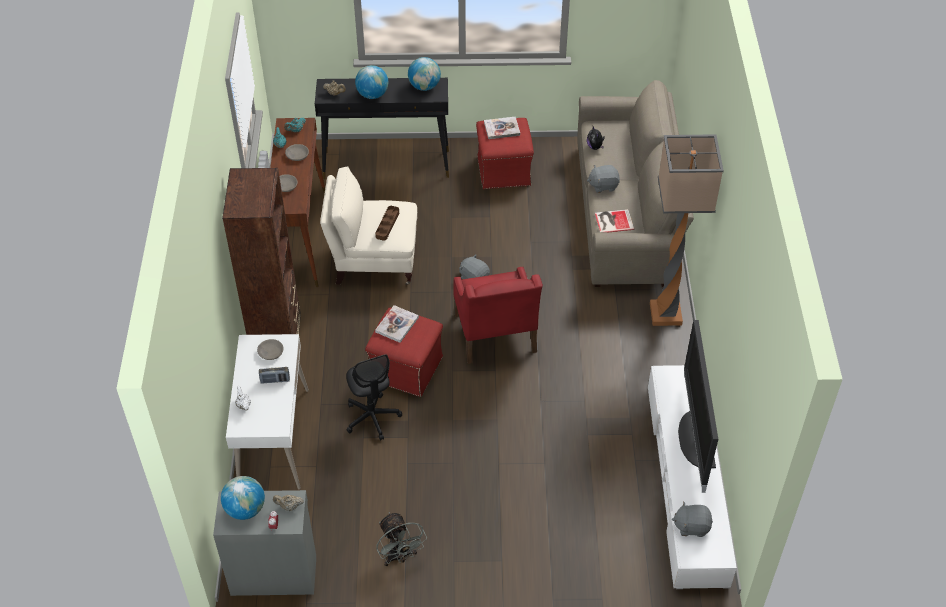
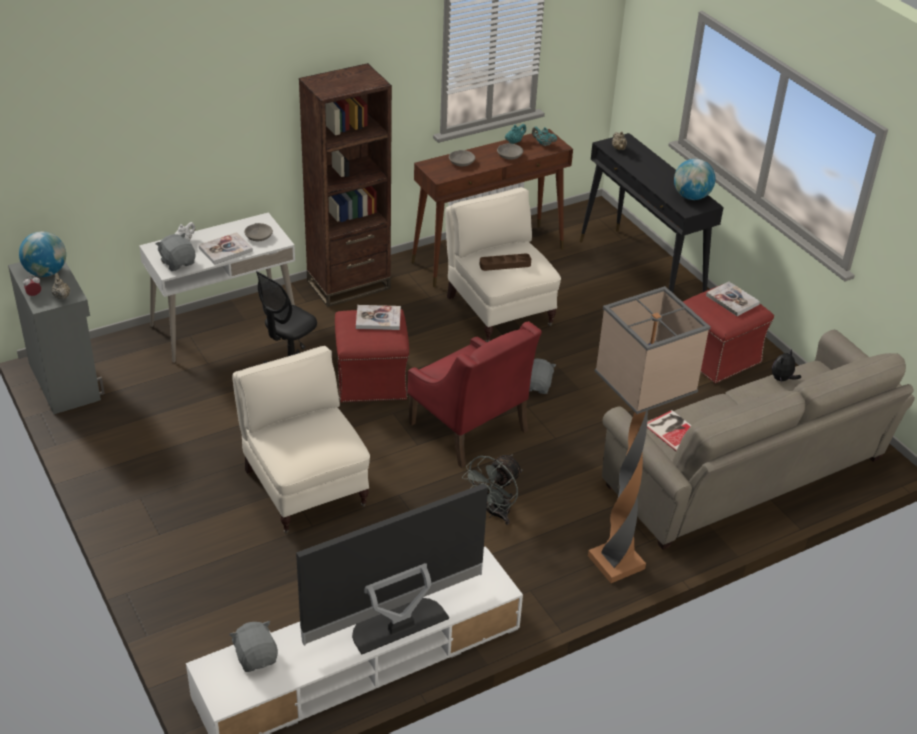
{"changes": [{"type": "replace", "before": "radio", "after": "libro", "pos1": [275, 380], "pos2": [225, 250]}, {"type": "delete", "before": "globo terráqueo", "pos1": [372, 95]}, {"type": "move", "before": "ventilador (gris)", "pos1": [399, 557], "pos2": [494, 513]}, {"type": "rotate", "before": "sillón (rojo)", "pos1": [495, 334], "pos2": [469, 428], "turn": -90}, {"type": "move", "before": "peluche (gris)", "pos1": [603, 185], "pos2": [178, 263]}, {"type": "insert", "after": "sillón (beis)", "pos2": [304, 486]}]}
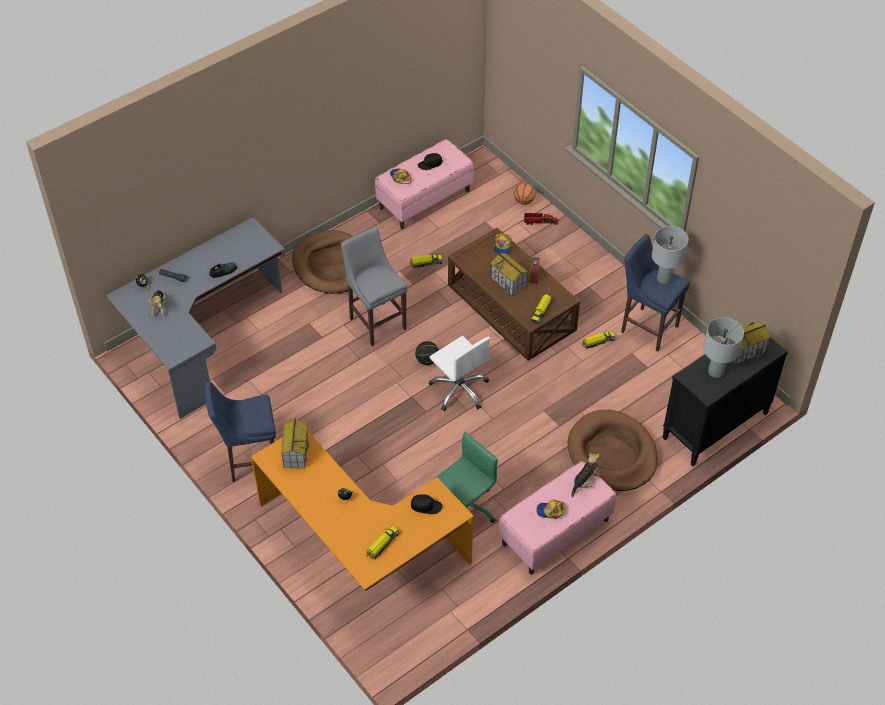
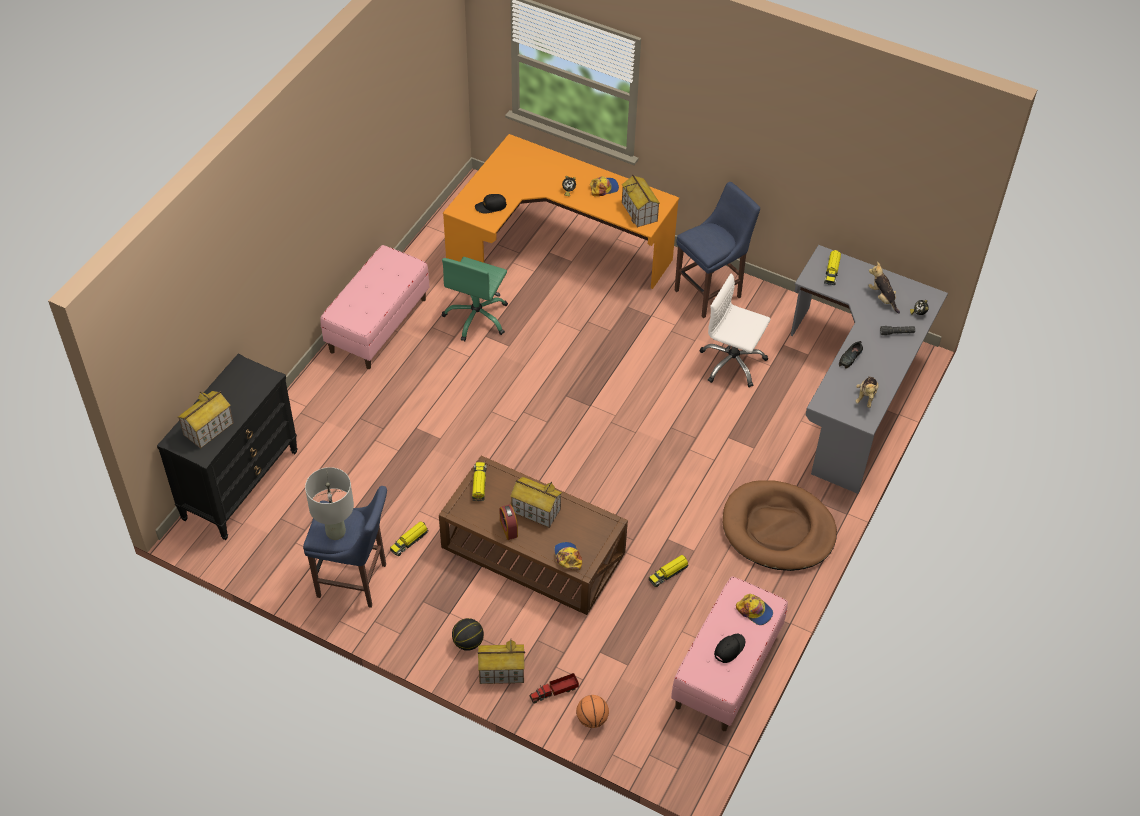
{"changes": [{"type": "delete", "before": "taburete (gris)", "pos1": [376, 321]}, {"type": "move", "before": "camión de juguete", "pos1": [382, 544], "pos2": [832, 271]}, {"type": "move", "before": "balón de baloncesto", "pos1": [427, 360], "pos2": [468, 642]}, {"type": "move", "before": "silla de oficina (blanco)", "pos1": [459, 389], "pos2": [732, 363]}, {"type": "move", "before": "gorra", "pos1": [551, 511], "pos2": [604, 188]}, {"type": "delete", "before": "cama para perro (marrón)", "pos1": [612, 453]}, {"type": "move", "before": "peluche", "pos1": [584, 482], "pos2": [866, 396]}, {"type": "delete", "before": "lámpara de mesa (gris)", "pos1": [715, 372]}, {"type": "insert", "after": "casita", "pos2": [501, 672]}]}
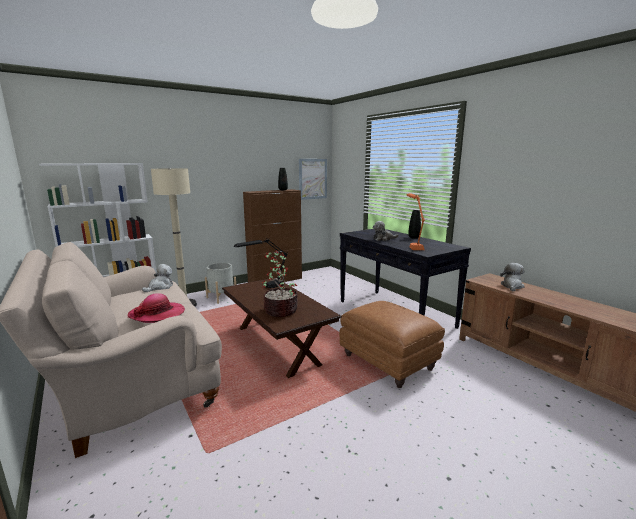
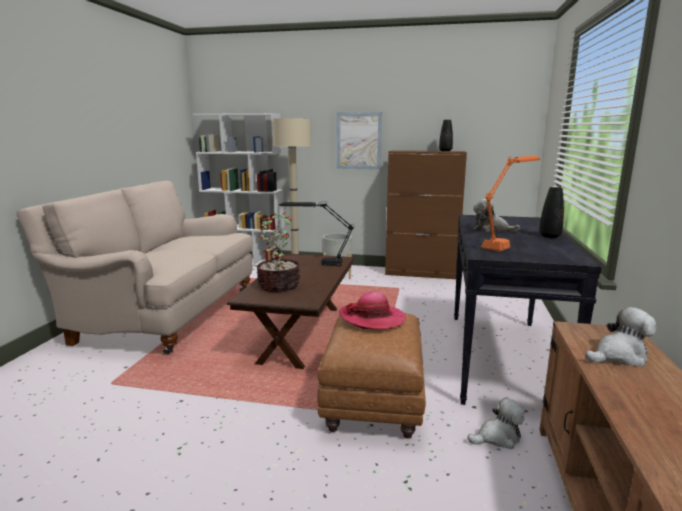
{"changes": [{"type": "move", "before": "sombrero", "pos1": [157, 314], "pos2": [372, 318]}, {"type": "move", "before": "peluche", "pos1": [160, 287], "pos2": [497, 437]}, {"type": "move", "before": "cuadro", "pos1": [312, 179], "pos2": [359, 141]}]}
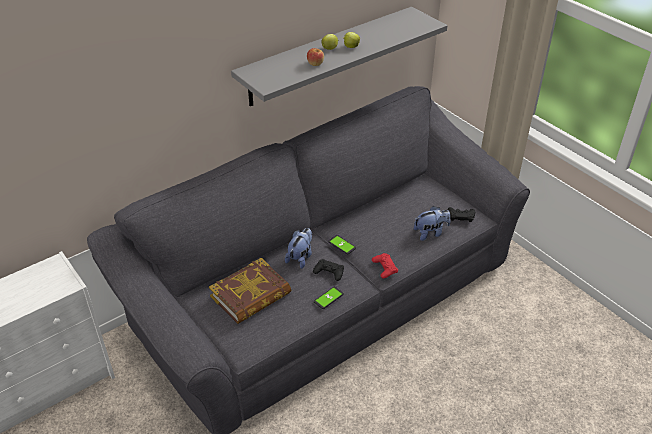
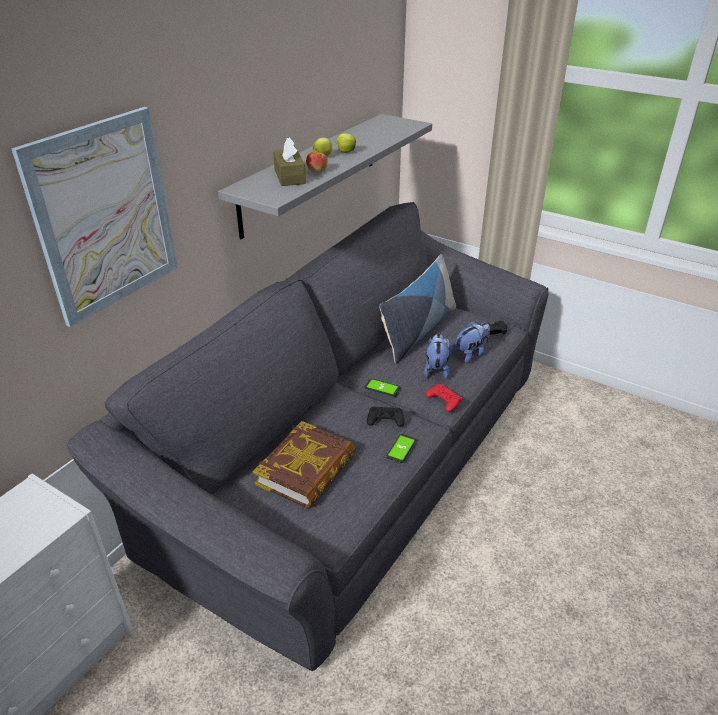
{"changes": [{"type": "move", "before": "peluche", "pos1": [300, 257], "pos2": [436, 369]}, {"type": "insert", "after": "cuadro", "pos2": [104, 216]}, {"type": "insert", "after": "caja de pañuelos (marrón)", "pos2": [289, 176]}, {"type": "insert", "after": "cojín", "pos2": [418, 331]}]}
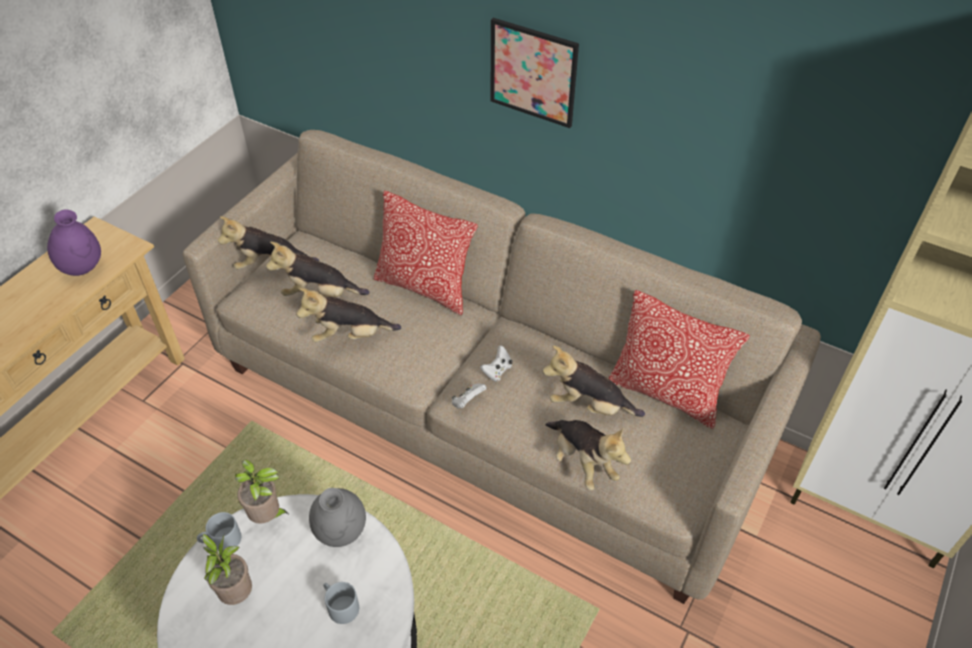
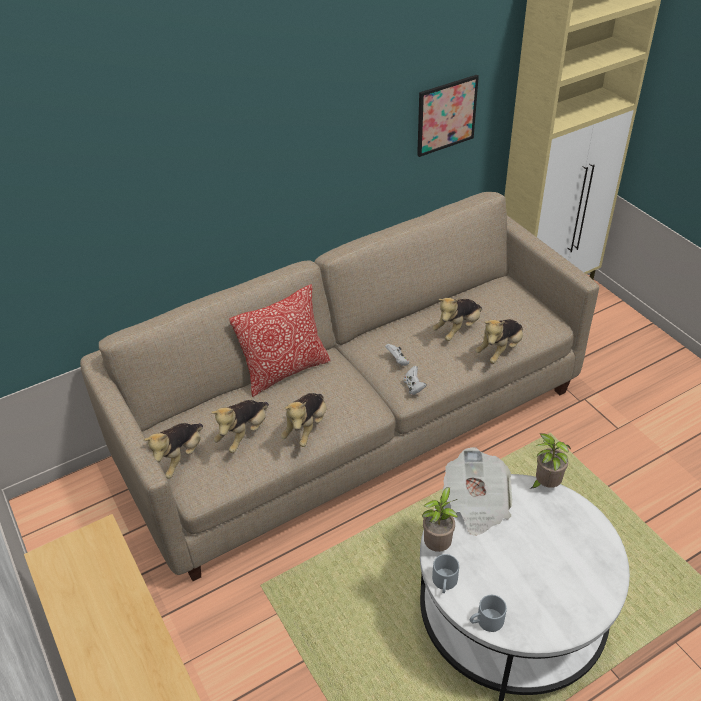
{"changes": [{"type": "delete", "before": "florero (morado)", "pos1": [83, 268]}, {"type": "move", "before": "planta en maceta", "pos1": [236, 593], "pos2": [545, 484]}, {"type": "replace", "before": "florero (gris)", "after": "periódico", "pos1": [340, 532], "pos2": [476, 504]}, {"type": "move", "before": "taza grande (gris)", "pos1": [339, 606], "pos2": [486, 621]}, {"type": "move", "before": "cuadro", "pos1": [533, 72], "pos2": [446, 115]}, {"type": "rotate", "before": "peluche", "pos1": [582, 462], "pos2": [500, 350], "turn": 135}, {"type": "delete", "before": "cojín", "pos1": [665, 393]}]}
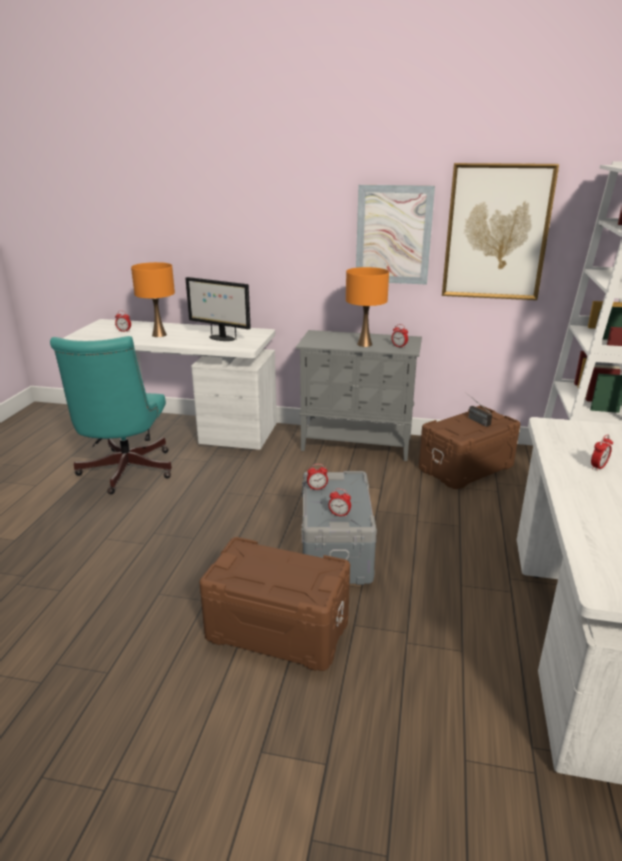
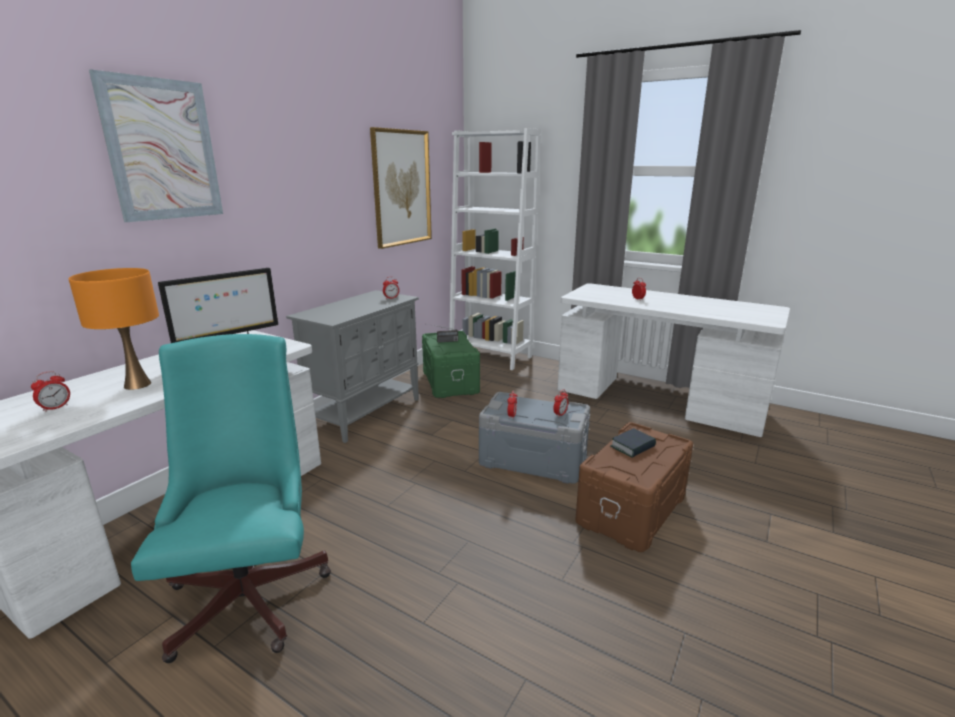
{"changes": [{"type": "rotate", "before": "silla de oficina (turquesa)", "pos1": [124, 473], "pos2": [251, 590], "turn": -120}, {"type": "delete", "before": "lámpara de mesa (naranja)", "pos1": [364, 344]}, {"type": "move", "before": "cuadro", "pos1": [393, 235], "pos2": [162, 150]}, {"type": "recolor", "before": "caja de almacenaje (marrón)", "after": "caja de almacenaje (verde)", "pos1": [466, 468], "pos2": [451, 382]}, {"type": "insert", "after": "libro", "pos2": [632, 447]}]}
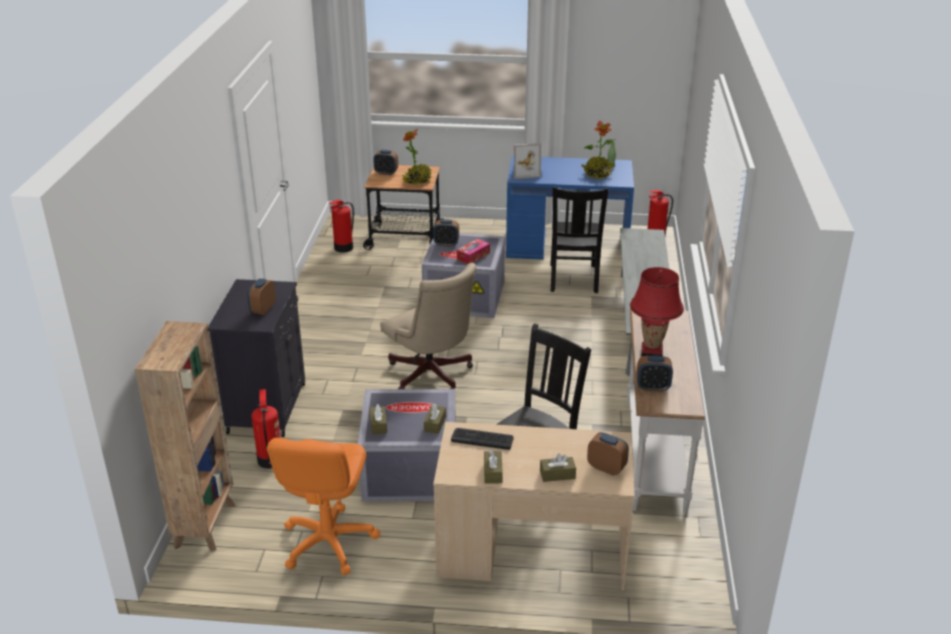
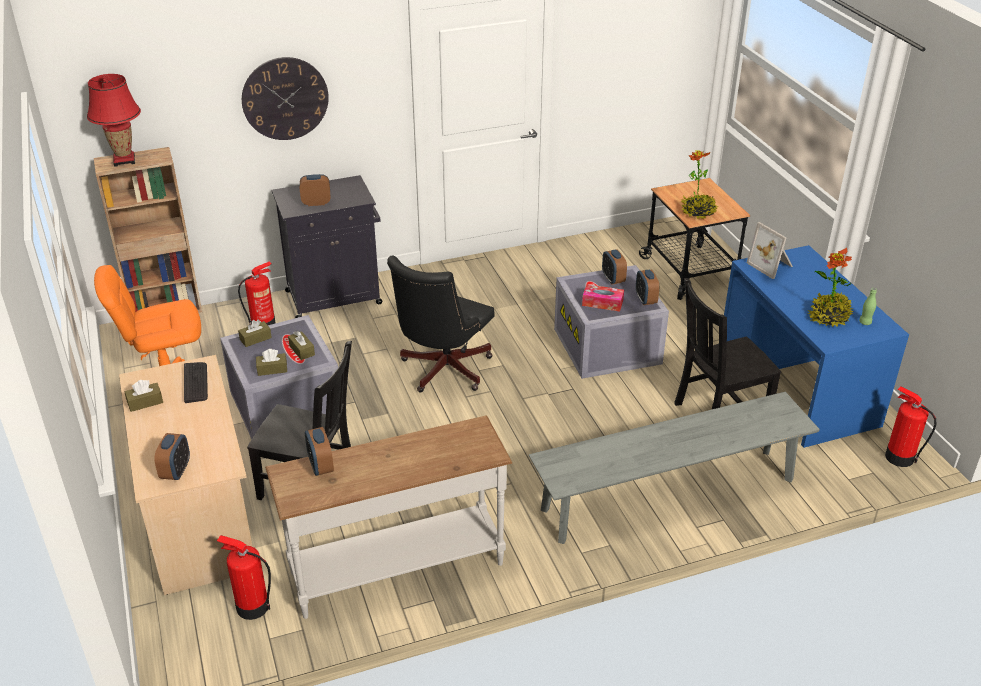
{"changes": [{"type": "move", "before": "extintor", "pos1": [343, 248], "pos2": [252, 606]}, {"type": "move", "before": "despertador", "pos1": [386, 173], "pos2": [645, 299]}, {"type": "recolor", "before": "silla de oficina (beis)", "after": "silla de oficina (negro)", "pos1": [432, 376], "pos2": [442, 371]}, {"type": "move", "before": "caja de pañuelos (marrón)", "pos1": [557, 474], "pos2": [302, 350]}, {"type": "move", "before": "lámpara de mesa (rojo)", "pos1": [651, 351], "pos2": [124, 160]}, {"type": "insert", "after": "reloj de pared", "pos2": [285, 98]}]}
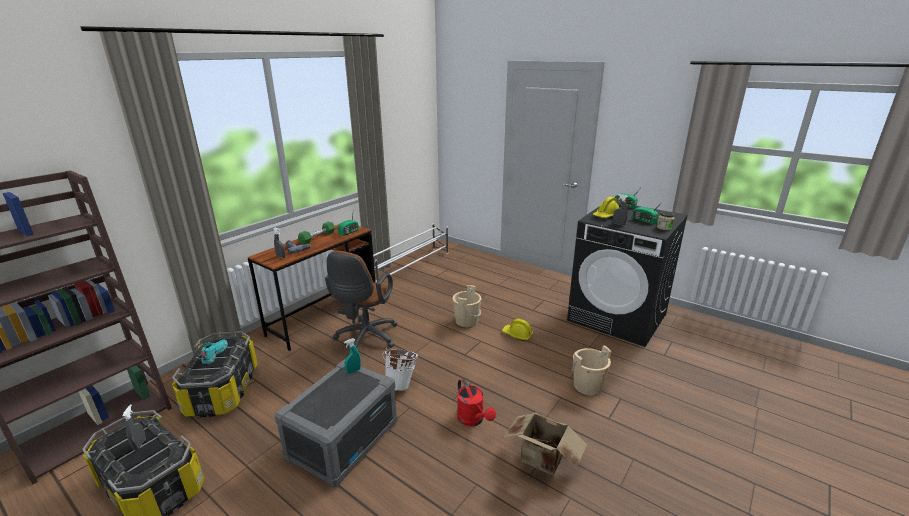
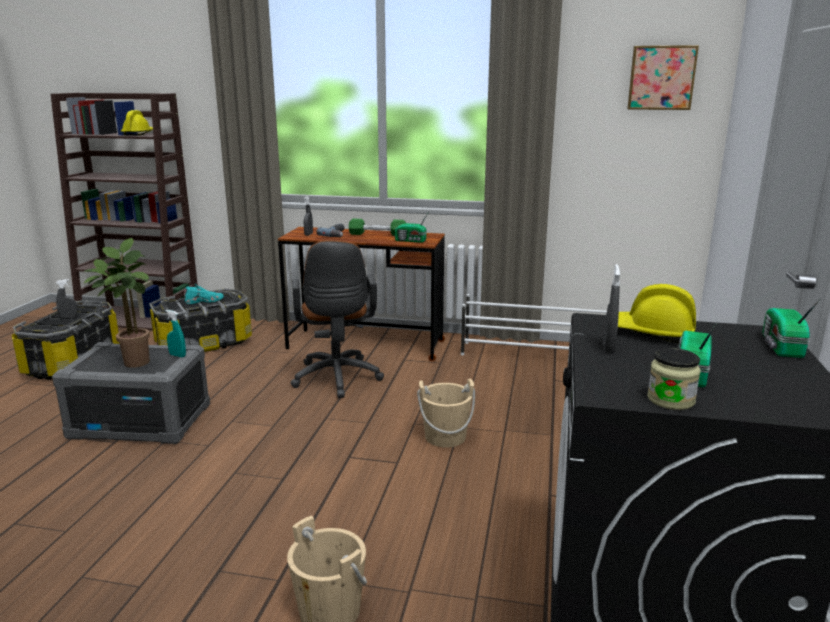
{"changes": [{"type": "rotate", "before": "silla de oficina (marrón)", "pos1": [365, 339], "pos2": [337, 379], "turn": -90}, {"type": "delete", "before": "cubo (blanco)", "pos1": [401, 384]}, {"type": "delete", "before": "regadera (rojo)", "pos1": [473, 420]}, {"type": "move", "before": "casco (amarillo)", "pos1": [517, 335], "pos2": [139, 134]}, {"type": "delete", "before": "caja de cartón", "pos1": [542, 461]}, {"type": "insert", "after": "planta en maceta", "pos2": [133, 361]}, {"type": "insert", "after": "cuadro", "pos2": [661, 78]}]}
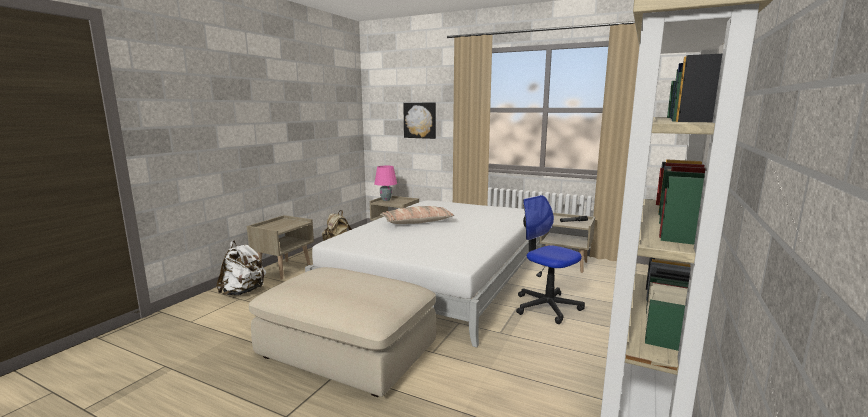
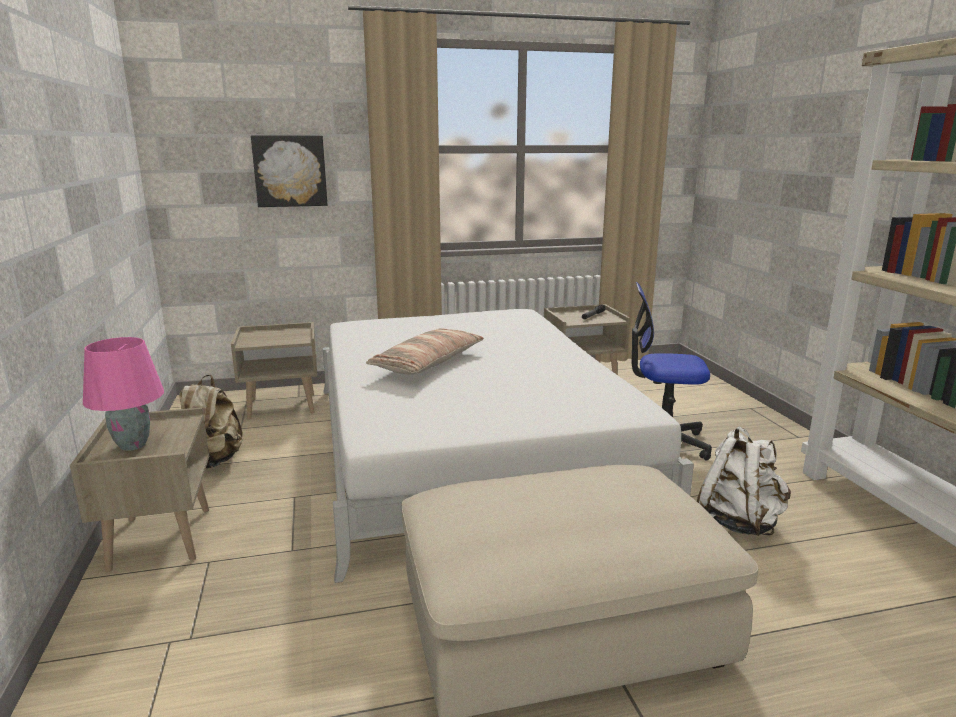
{"changes": [{"type": "move", "before": "mochila (blanco)", "pos1": [243, 292], "pos2": [739, 522]}, {"type": "move", "before": "lámpara de mesa (rosa)", "pos1": [386, 200], "pos2": [134, 445]}]}
